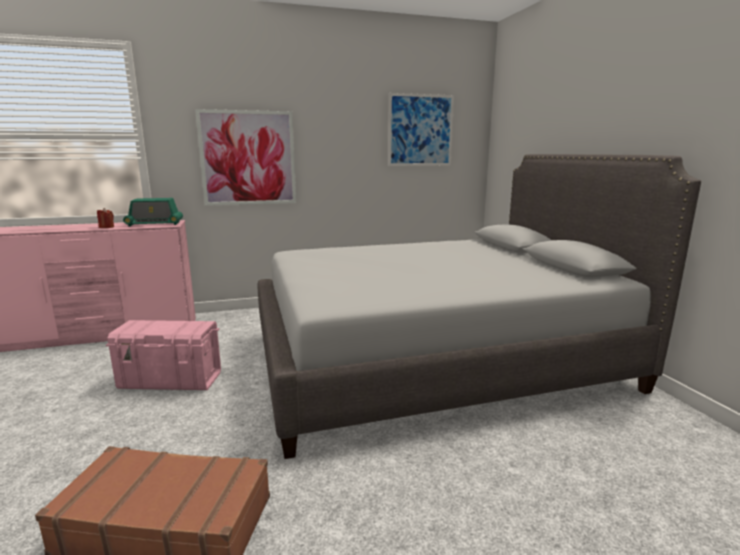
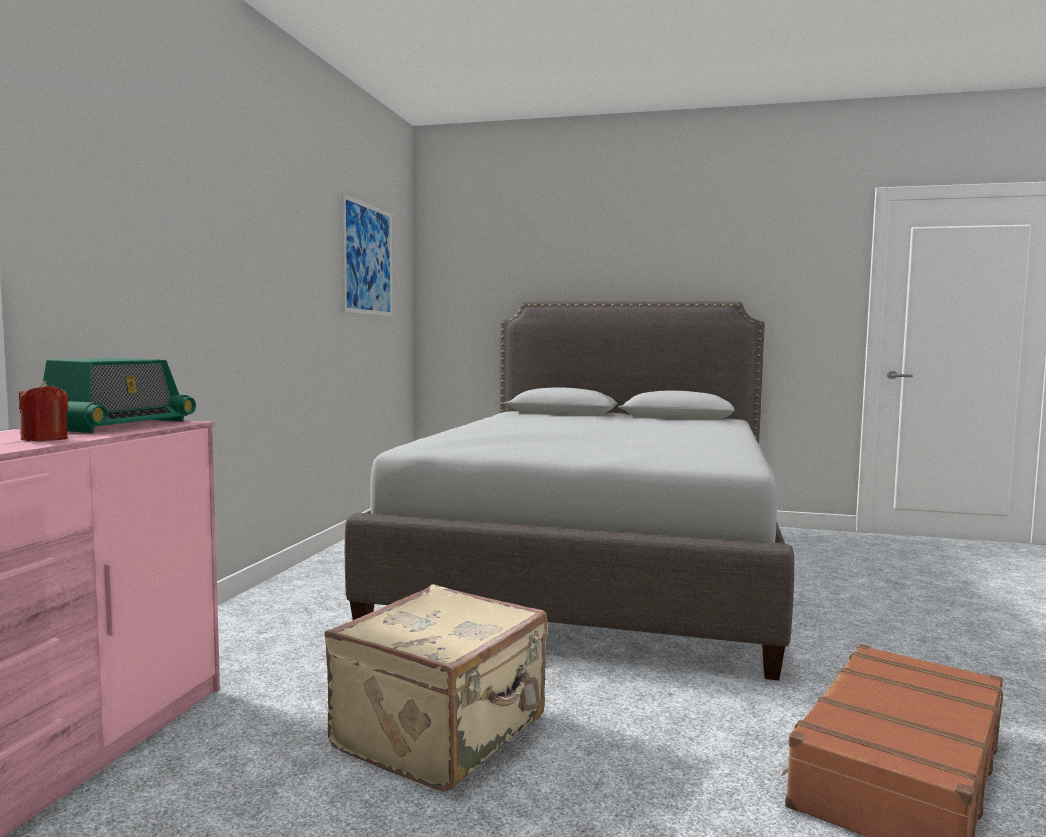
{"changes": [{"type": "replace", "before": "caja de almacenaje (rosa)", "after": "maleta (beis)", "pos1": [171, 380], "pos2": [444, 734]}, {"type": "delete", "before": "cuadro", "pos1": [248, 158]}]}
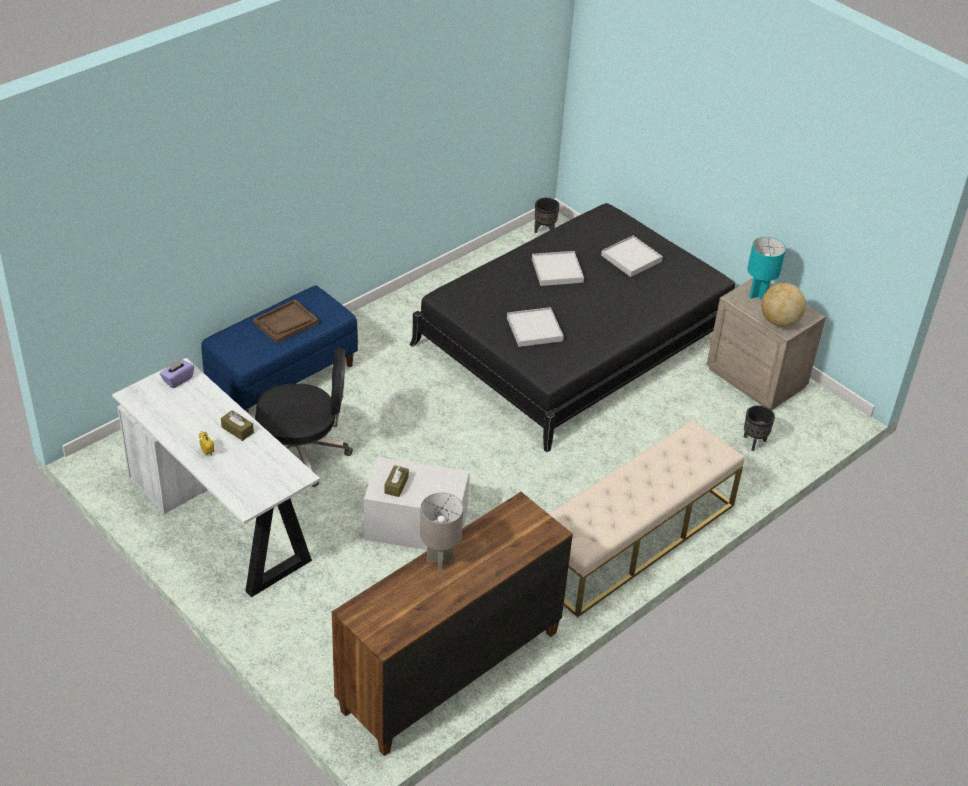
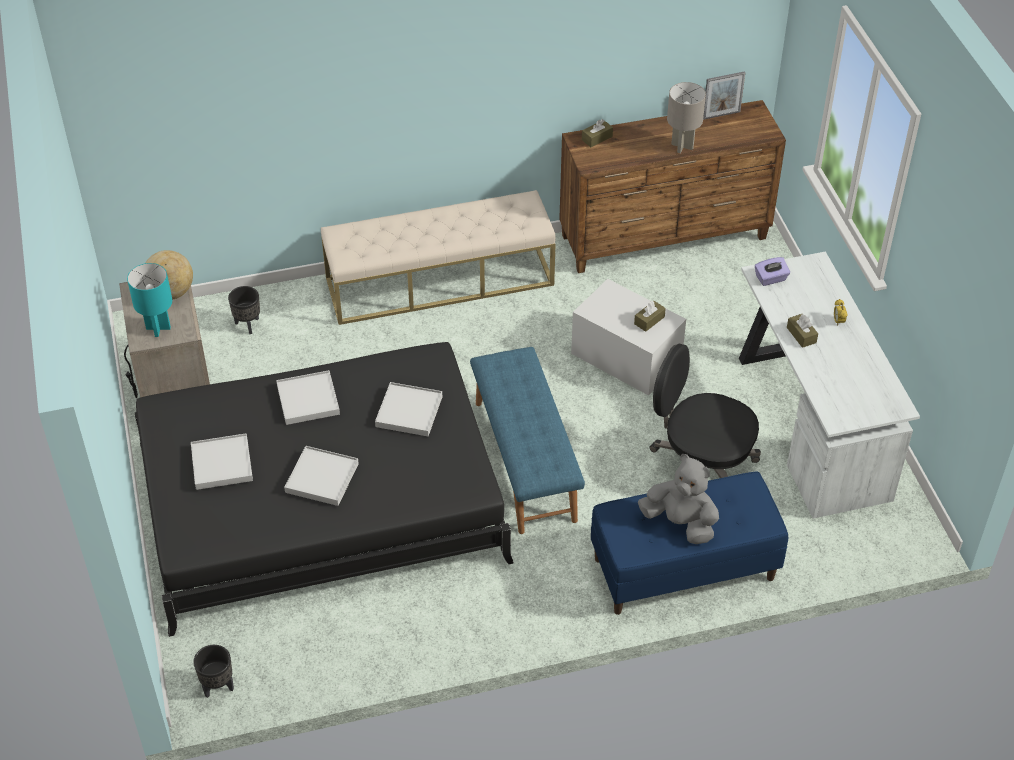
{"changes": [{"type": "move", "before": "caja de pañuelos (morado)", "pos1": [177, 379], "pos2": [771, 279]}, {"type": "replace", "before": "bandeja (marrón)", "after": "peluche (gris)", "pos1": [286, 323], "pos2": [680, 523]}, {"type": "insert", "after": "bandeja (blanco)", "pos2": [308, 400]}, {"type": "insert", "after": "banco (azul)", "pos2": [523, 460]}, {"type": "insert", "after": "caja de pañuelos (marrón)", "pos2": [597, 138]}, {"type": "insert", "after": "portarretratos", "pos2": [721, 115]}]}
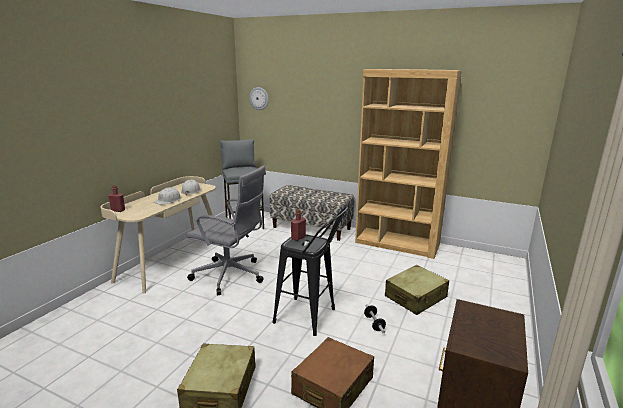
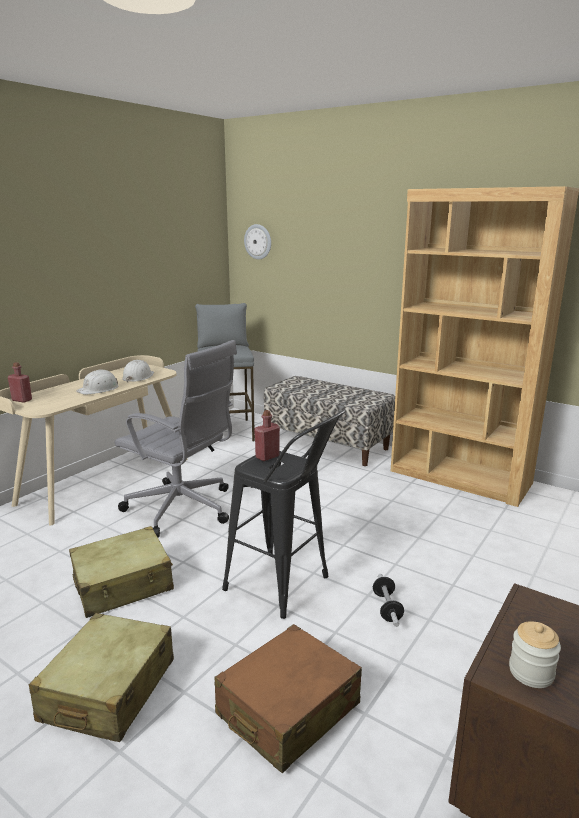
{"changes": [{"type": "move", "before": "maleta (beis)", "pos1": [416, 297], "pos2": [123, 584]}, {"type": "insert", "after": "tarro", "pos2": [531, 672]}]}
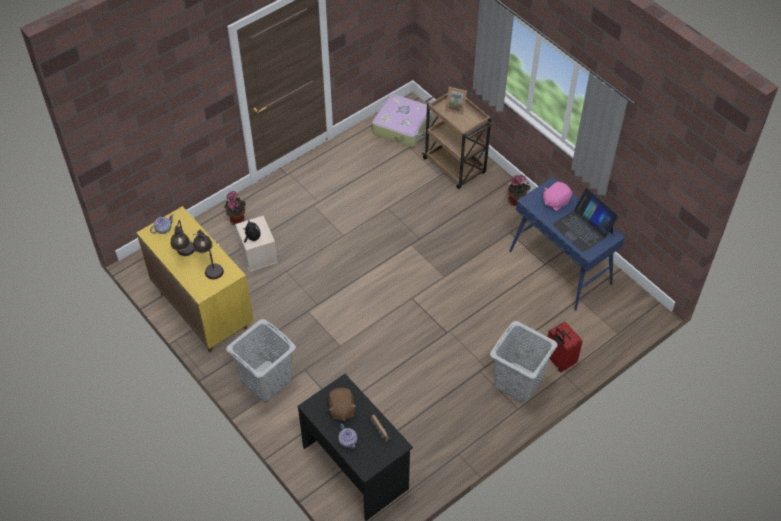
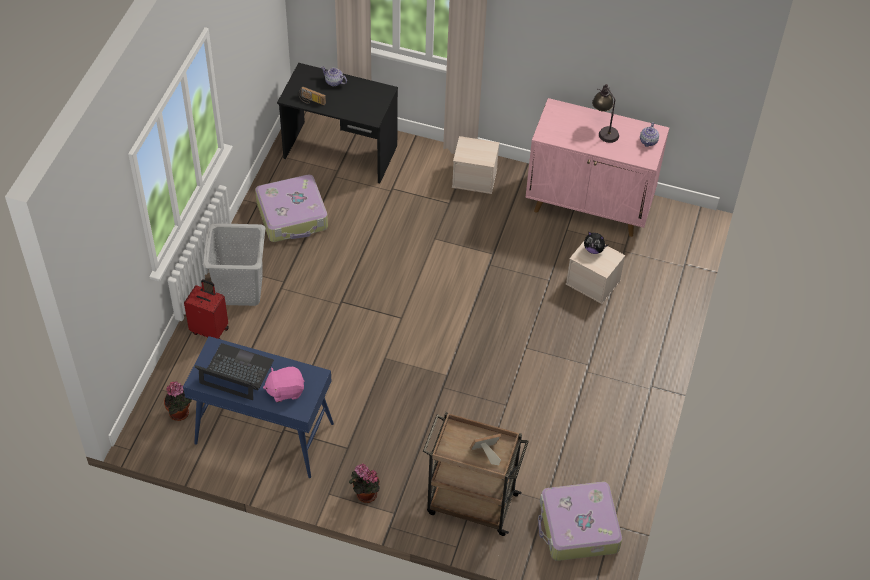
{"changes": [{"type": "recolor", "before": "armario (amarillo)", "after": "armario (rosa)", "pos1": [203, 310], "pos2": [590, 206]}, {"type": "delete", "before": "lámpara de mesa", "pos1": [210, 267]}, {"type": "move", "before": "planta en maceta", "pos1": [236, 219], "pos2": [181, 413]}, {"type": "replace", "before": "cesto de la ropa (gris)", "after": "caja de almacenaje (beis)", "pos1": [266, 381], "pos2": [475, 178]}, {"type": "delete", "before": "peluche (marrón)", "pos1": [341, 409]}, {"type": "rotate", "before": "peluche (rosa)", "pos1": [555, 202], "pos2": [285, 390], "turn": -120}, {"type": "insert", "after": "maleta", "pos2": [293, 216]}]}
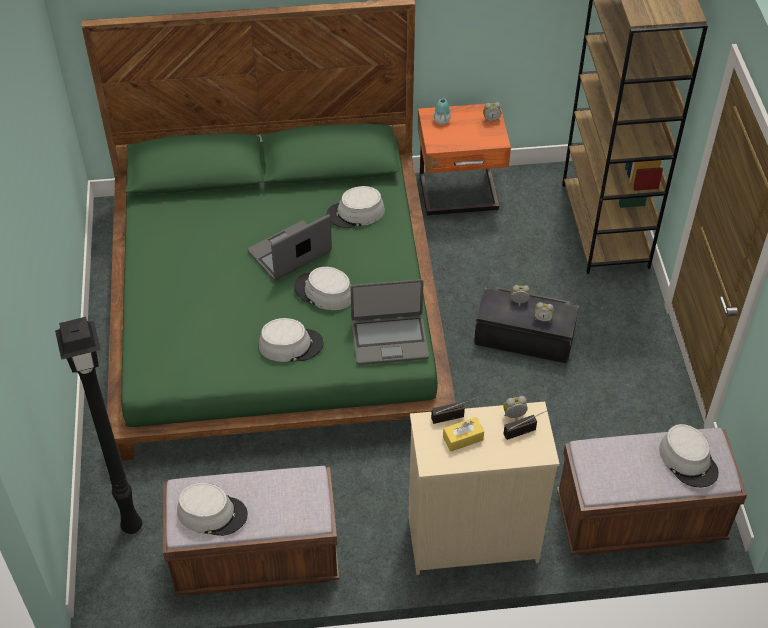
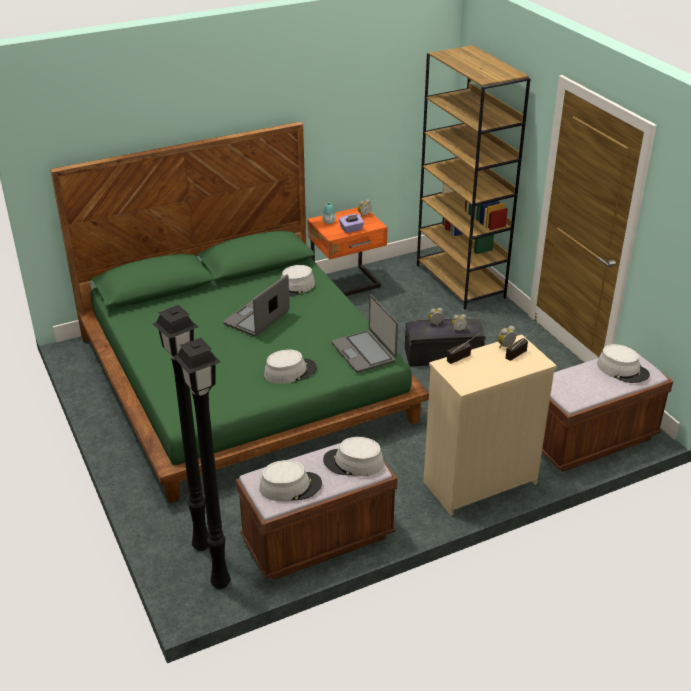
{"changes": [{"type": "move", "before": "sombrero (gris)", "pos1": [324, 292], "pos2": [353, 463]}, {"type": "rotate", "before": "portátil", "pos1": [389, 339], "pos2": [364, 352], "turn": 90}, {"type": "delete", "before": "caja de pañuelos (amarillo)", "pos1": [463, 438]}, {"type": "insert", "after": "lámpara de pie (negro)", "pos2": [219, 583]}, {"type": "insert", "after": "caja de pañuelos (morado)", "pos2": [351, 229]}]}
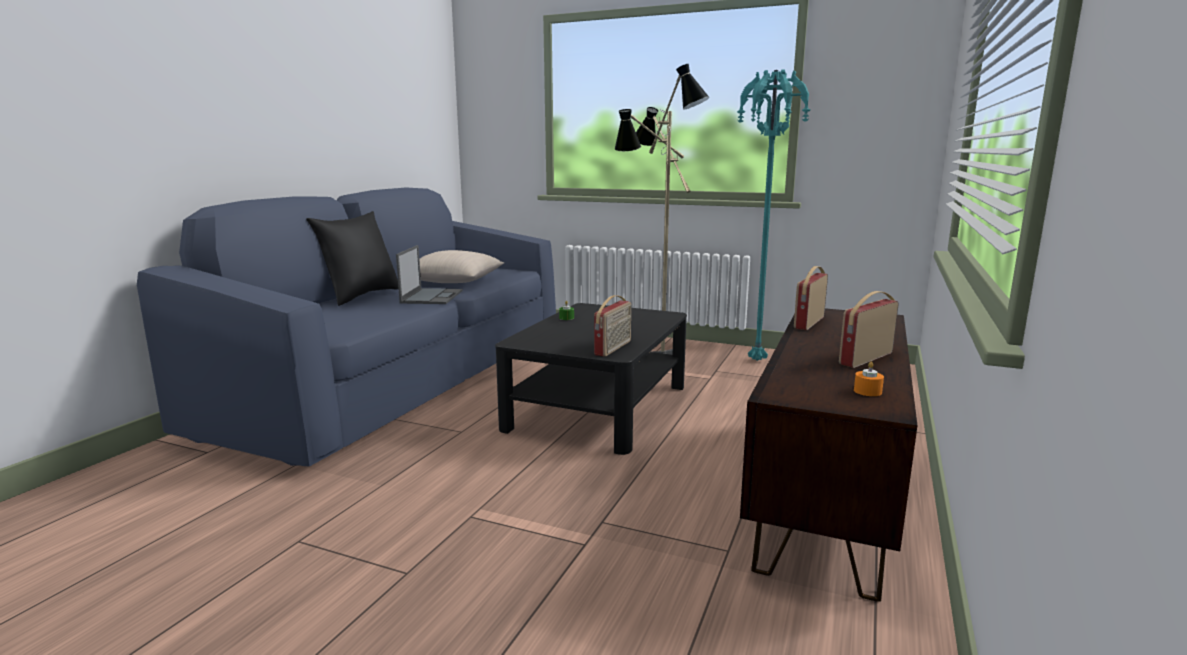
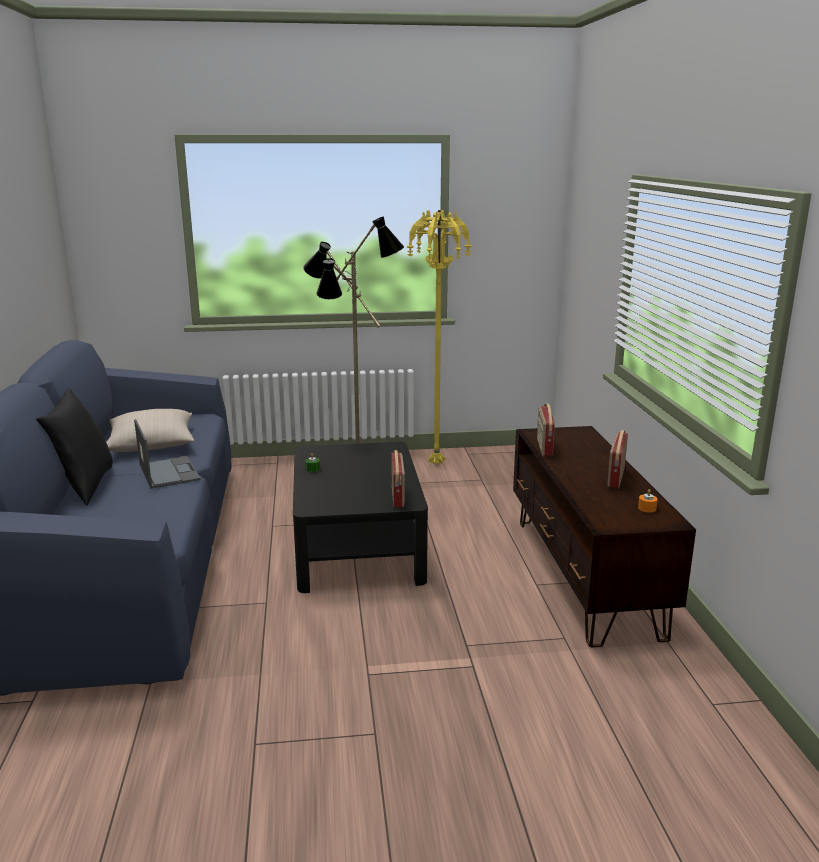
{"changes": [{"type": "recolor", "before": "lámpara de pie (turquesa)", "after": "lámpara de pie (amarillo)", "pos1": [756, 361], "pos2": [436, 465]}]}
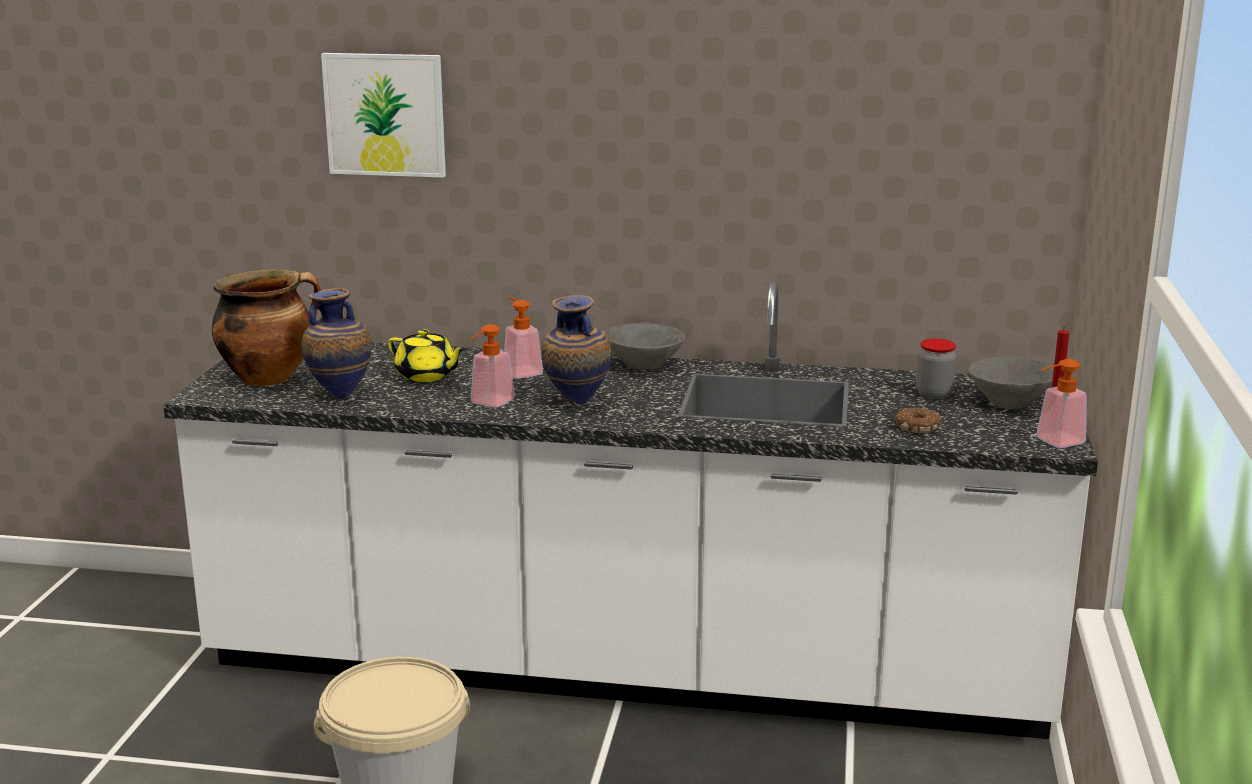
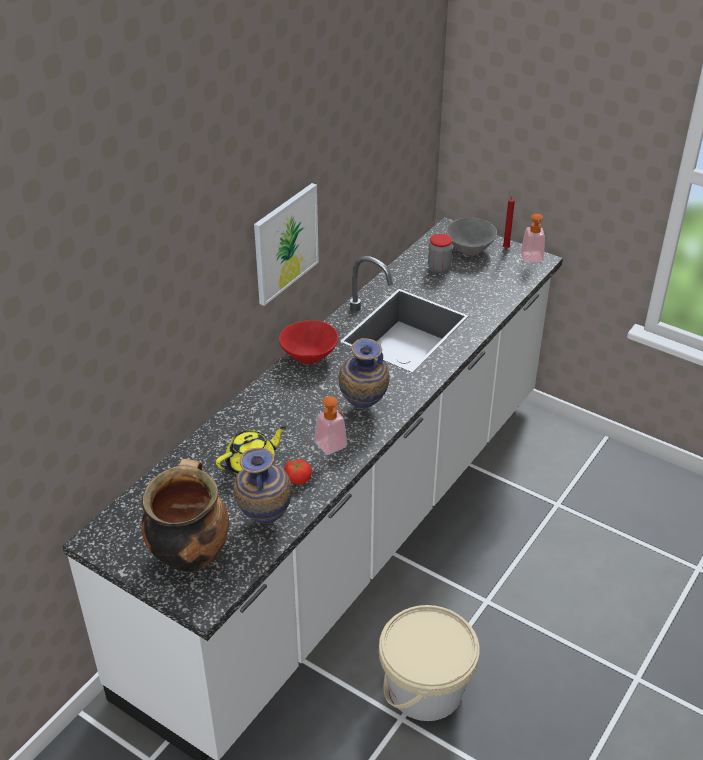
{"changes": [{"type": "move", "before": "cuadro", "pos1": [385, 114], "pos2": [285, 243]}, {"type": "delete", "before": "dispensador de jabón", "pos1": [520, 371]}, {"type": "recolor", "before": "cuenco (gris)", "after": "cuenco (rojo)", "pos1": [644, 366], "pos2": [310, 356]}, {"type": "delete", "before": "rosquilla", "pos1": [918, 427]}, {"type": "insert", "after": "tomate", "pos2": [298, 478]}]}
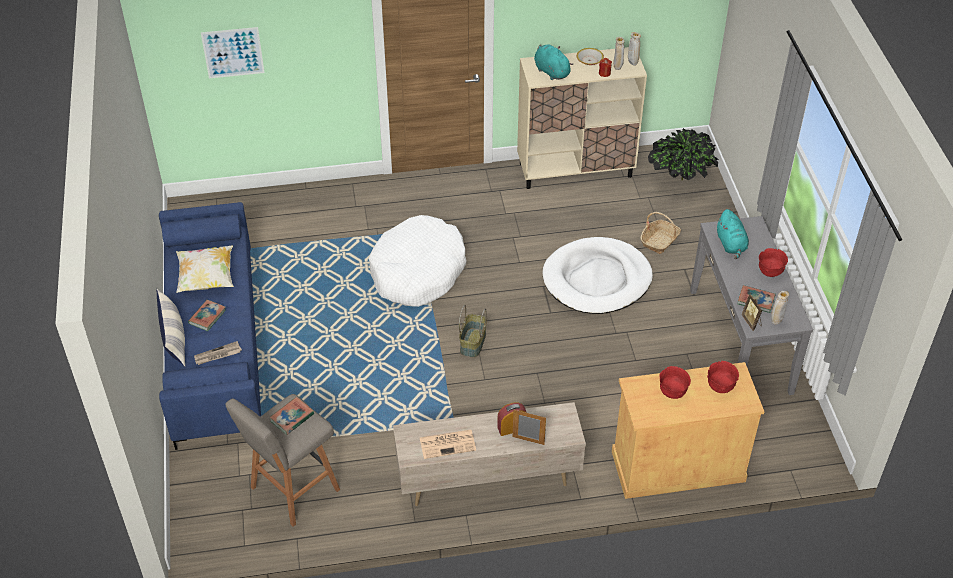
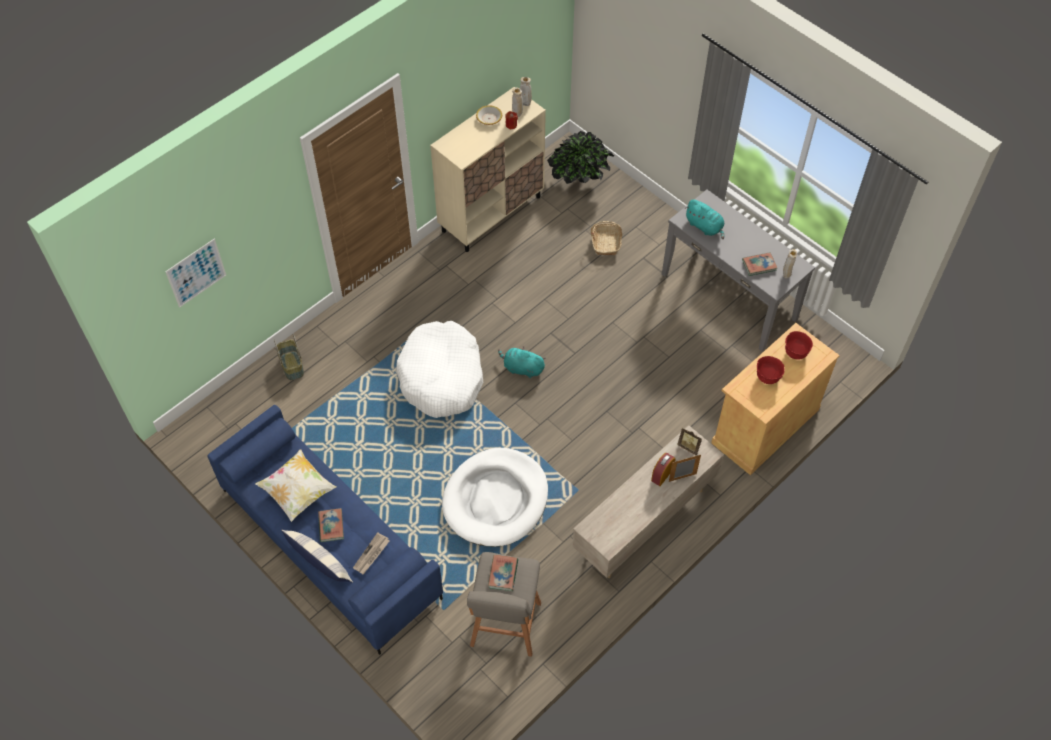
{"changes": [{"type": "delete", "before": "periódico", "pos1": [448, 444]}, {"type": "move", "before": "cesta", "pos1": [472, 342], "pos2": [291, 365]}, {"type": "move", "before": "peluche (turquesa)", "pos1": [551, 71], "pos2": [522, 368]}, {"type": "move", "before": "cama para perro (blanco)", "pos1": [597, 279], "pos2": [495, 499]}, {"type": "move", "before": "portarretratos", "pos1": [752, 322], "pos2": [689, 447]}, {"type": "delete", "before": "cuenco (rojo)", "pos1": [770, 271]}]}
